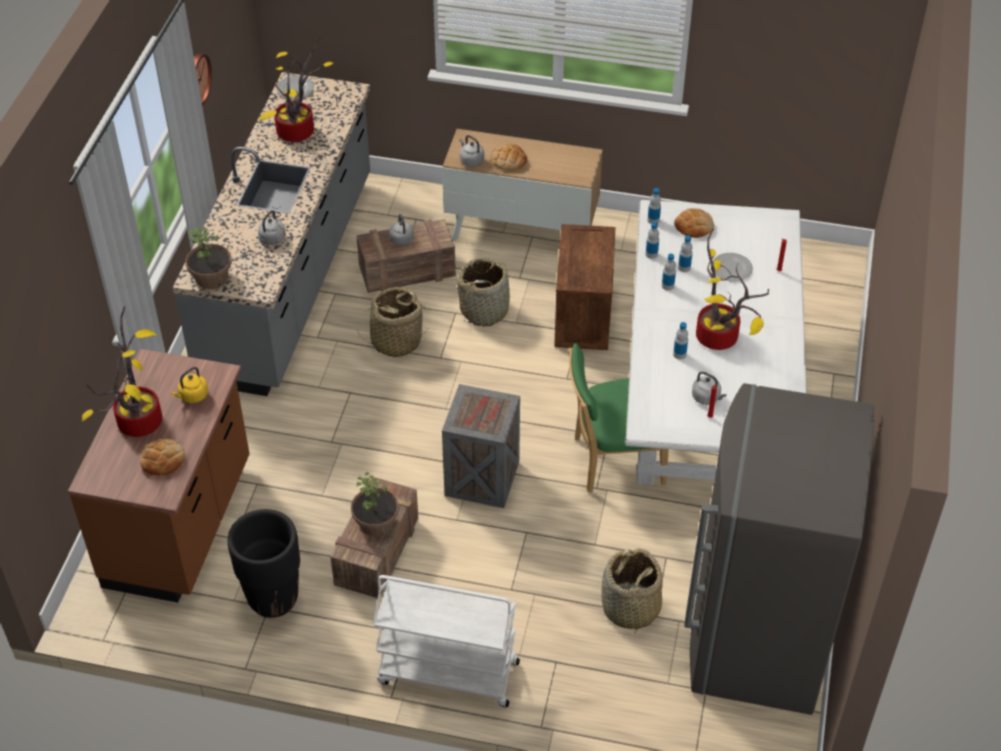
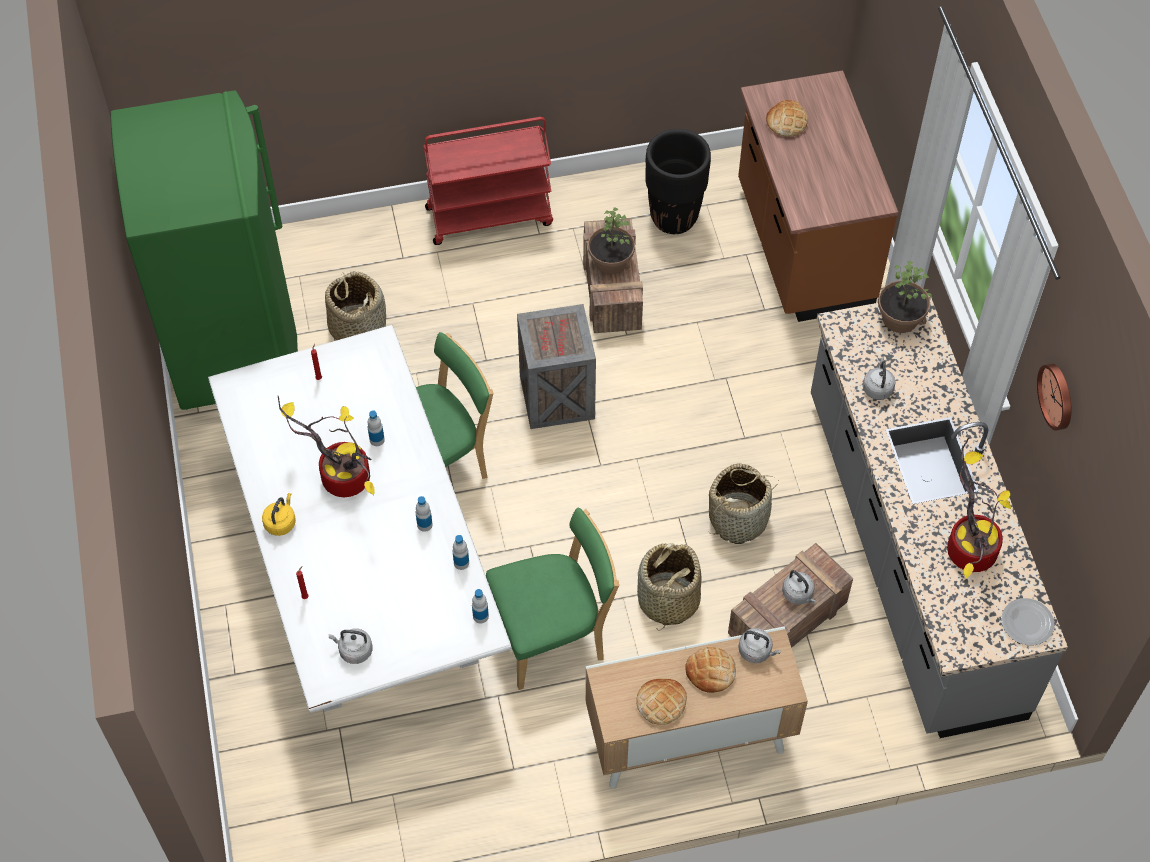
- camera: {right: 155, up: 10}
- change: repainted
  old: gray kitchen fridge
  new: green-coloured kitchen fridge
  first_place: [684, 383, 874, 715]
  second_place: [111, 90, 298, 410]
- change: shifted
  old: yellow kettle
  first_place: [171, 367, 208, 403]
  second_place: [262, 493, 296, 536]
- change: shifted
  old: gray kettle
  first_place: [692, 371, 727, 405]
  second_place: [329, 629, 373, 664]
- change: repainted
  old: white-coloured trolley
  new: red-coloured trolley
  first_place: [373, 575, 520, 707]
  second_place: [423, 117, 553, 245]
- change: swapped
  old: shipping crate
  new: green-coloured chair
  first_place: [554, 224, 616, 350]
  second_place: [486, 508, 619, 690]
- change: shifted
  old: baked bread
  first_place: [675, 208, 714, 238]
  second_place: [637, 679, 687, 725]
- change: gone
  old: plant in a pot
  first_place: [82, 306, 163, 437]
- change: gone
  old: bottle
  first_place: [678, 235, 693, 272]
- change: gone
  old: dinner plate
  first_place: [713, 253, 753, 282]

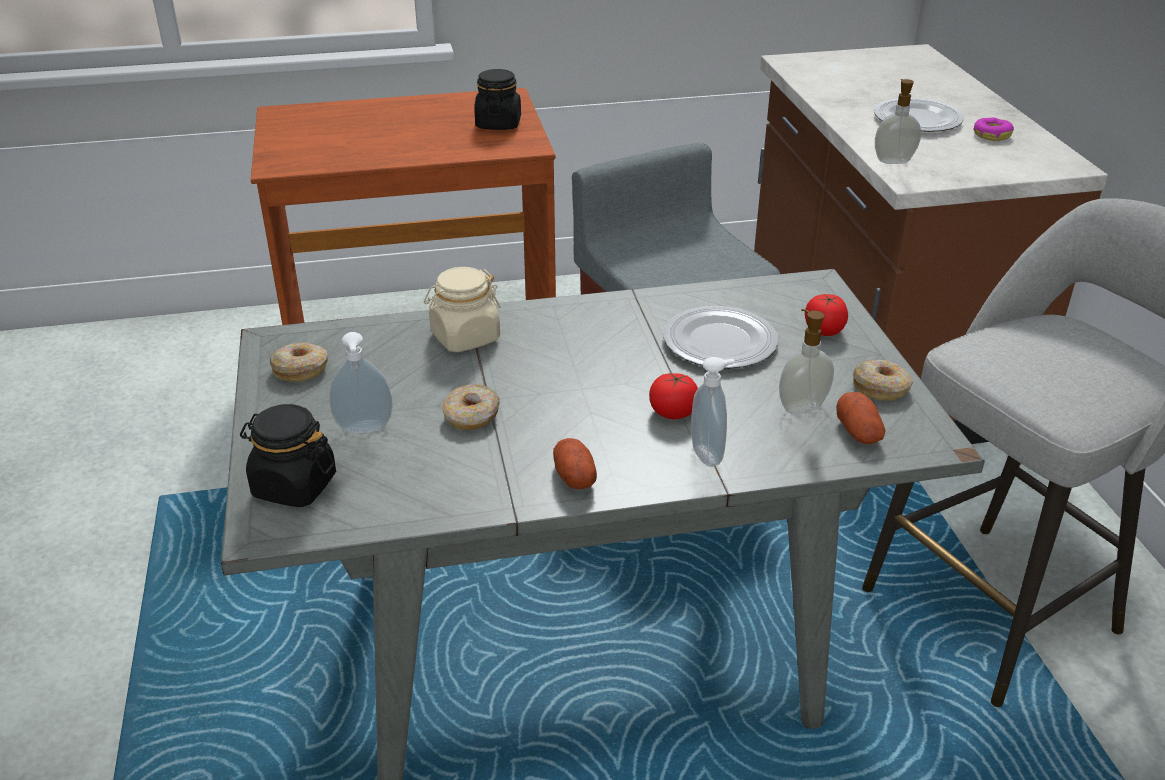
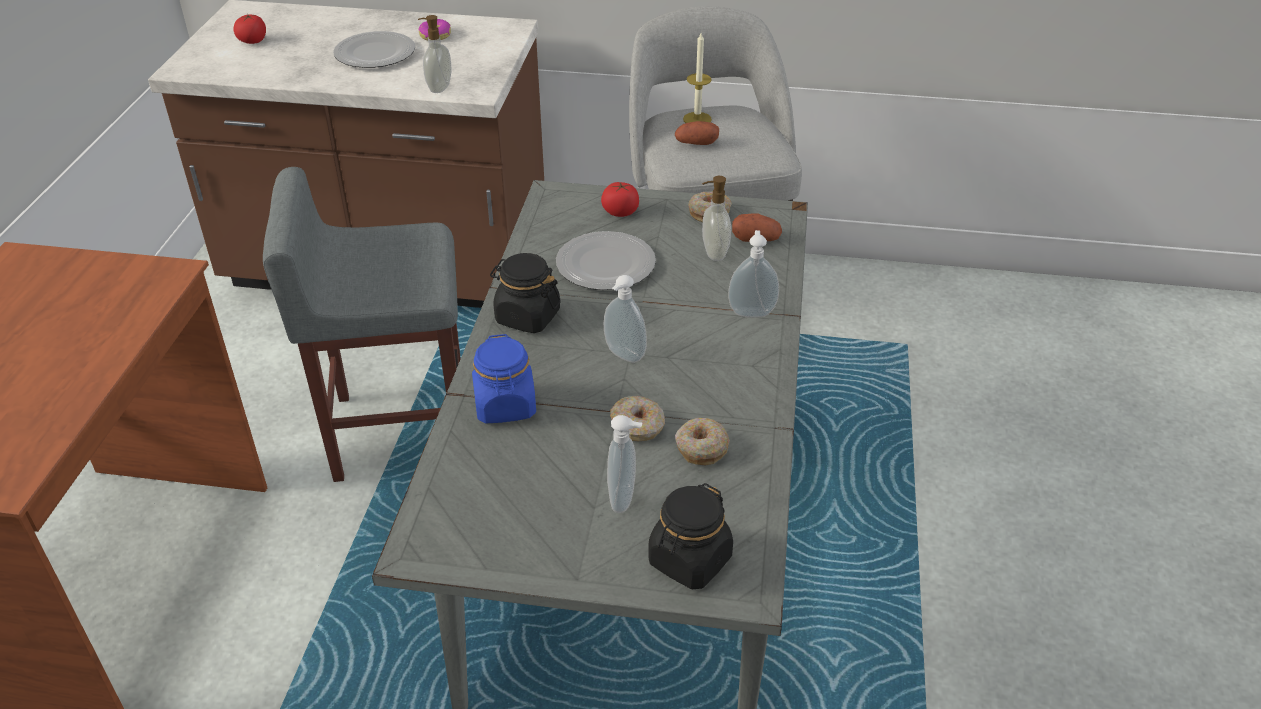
- camera: {right: -70, up: 5}
- change: shifted
  old: whole tomato
  first_place: [649, 373, 698, 419]
  second_place: [234, 14, 266, 44]
- change: repainted
  old: beige preserve jar
  new: blue preserve jar
  first_place: [424, 267, 501, 352]
  second_place: [472, 334, 536, 424]
- change: shifted
  old: blackish preserve jar
  first_place: [474, 69, 521, 130]
  second_place: [490, 253, 561, 333]
- change: new
  new: soap bottle
  second_place: [604, 275, 647, 363]
- change: shifted
  old: spud
  first_place: [553, 438, 597, 489]
  second_place: [675, 121, 719, 145]
- change: shifted
  old: ring doughnut
  first_place: [270, 343, 328, 382]
  second_place: [675, 418, 730, 465]
- change: new
  new: wax candle
  second_place: [683, 33, 712, 123]

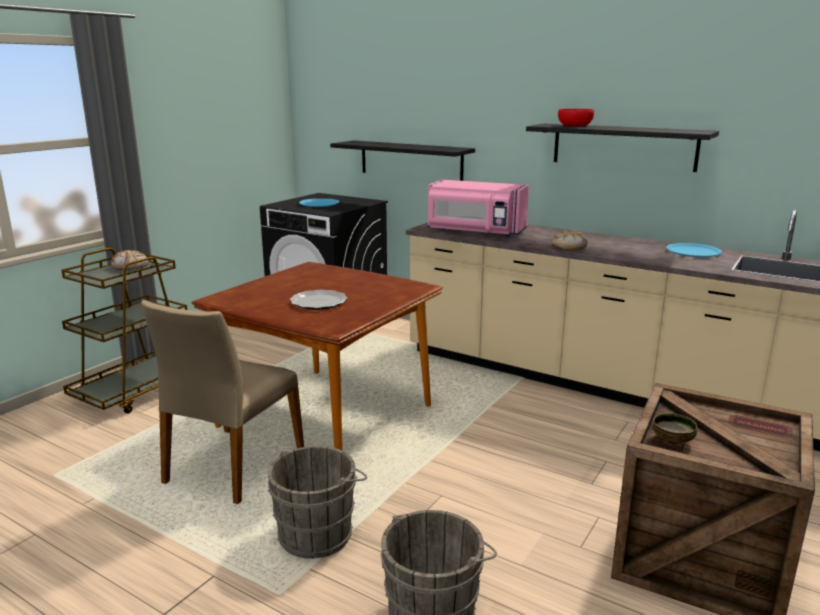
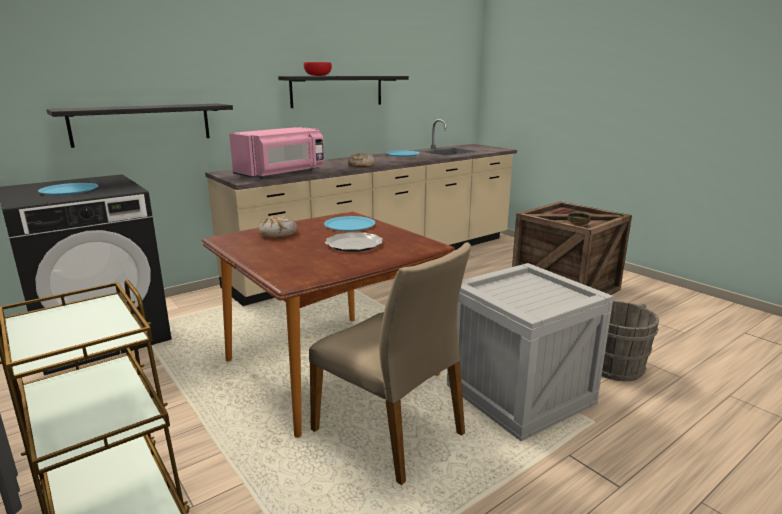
- camera: {right: -70, up: 0}
- change: shifted
  old: baked bread
  first_place: [111, 250, 149, 270]
  second_place: [258, 216, 297, 238]
- change: new
  new: blue dinner plate
  second_place: [324, 216, 375, 231]
- change: swapped
  old: gray bucket
  new: shipping crate
  first_place: [268, 446, 367, 559]
  second_place: [447, 263, 614, 441]

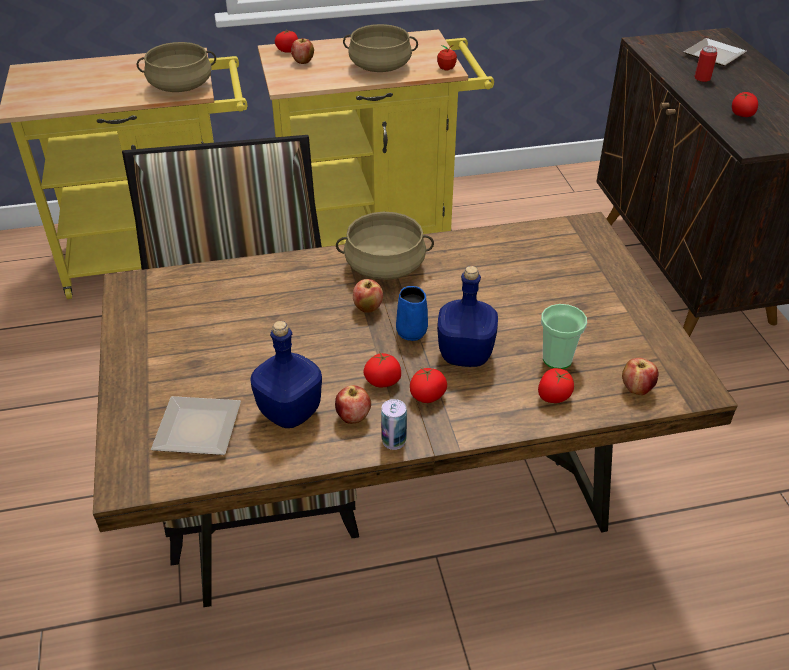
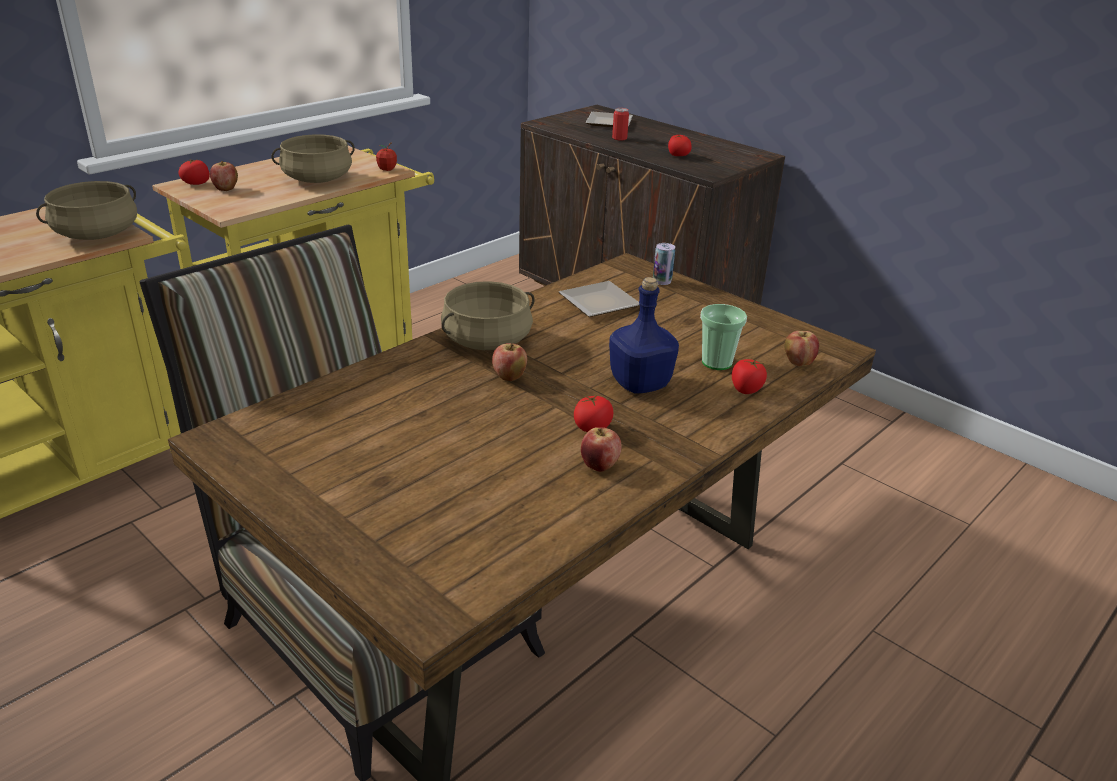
- camera: {right: -35, up: -10}
- change: shifted
  old: dinner plate
  first_place: [151, 396, 241, 455]
  second_place: [559, 281, 640, 317]
- change: shifted
  old: sealed can
  first_place: [381, 399, 407, 450]
  second_place: [653, 243, 675, 285]
- change: gone
  old: blue bottle
  first_place: [250, 321, 322, 428]
- change: gone
  old: blue tea mug
  first_place: [396, 286, 428, 341]
- change: gone
  old: whole tomato
  first_place: [410, 368, 447, 403]

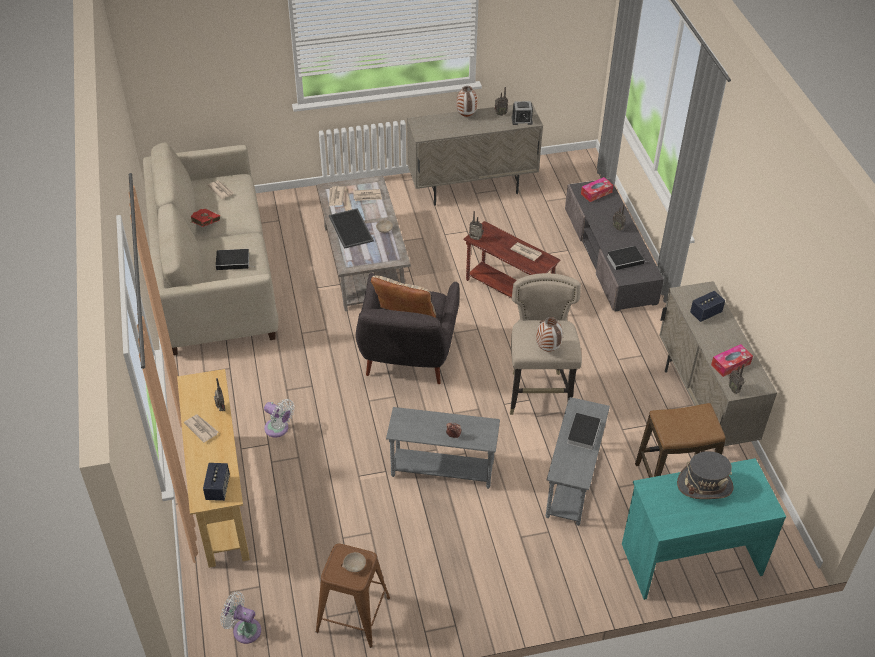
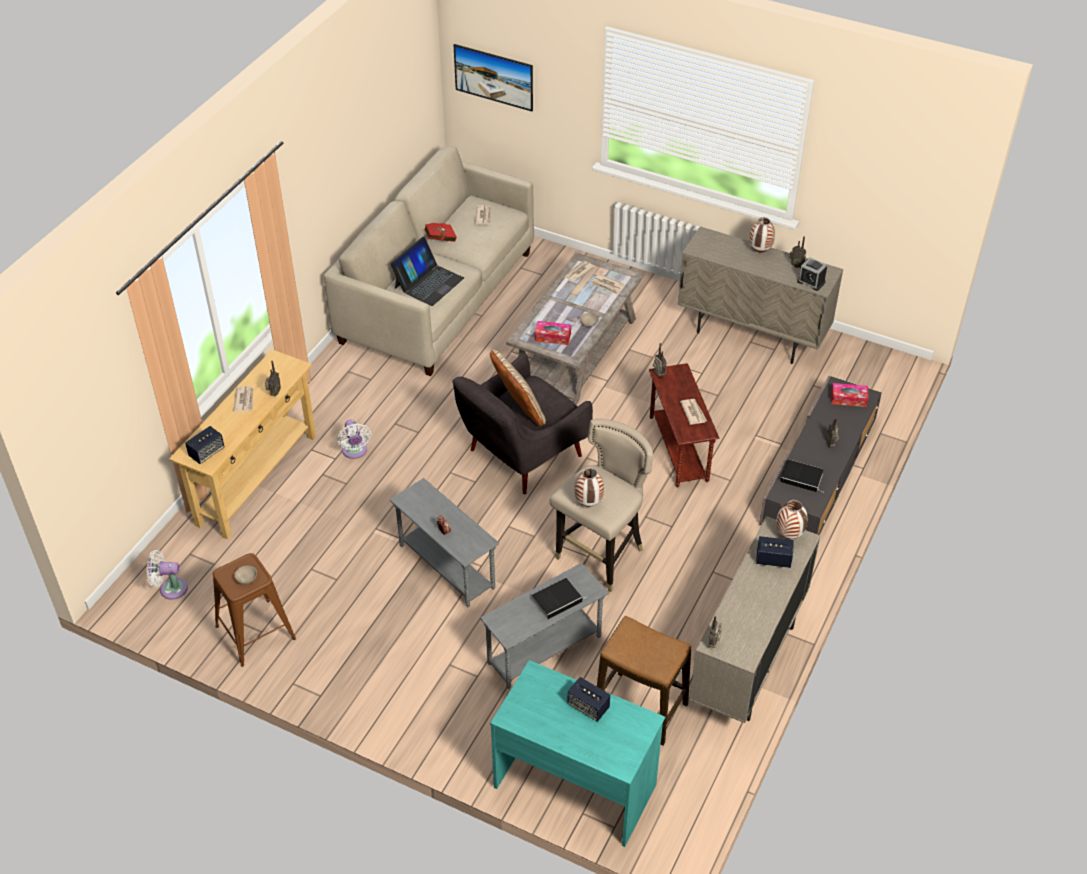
- camera: {right: 40, up: 0}
- change: rotated
  old: white-coloured electric fan
  first_place: [220, 592, 261, 644]
  second_place: [147, 550, 188, 600]
  degrees: -60
- change: swapped
  old: volume
  new: portable computer
  first_place: [216, 249, 255, 270]
  second_place: [390, 236, 464, 306]
- change: new
  new: wall picture
  second_place: [454, 44, 533, 111]
- change: shifted
  old: tissue holder
  first_place: [711, 344, 753, 377]
  second_place: [535, 321, 571, 345]
- change: swapped
  old: gray hat
  new: audio speaker
  first_place: [677, 451, 734, 499]
  second_place: [568, 677, 610, 721]
- change: new
  new: flower vase
  second_place: [776, 500, 808, 539]
- change: gone
  old: tray
  first_place: [329, 208, 374, 249]

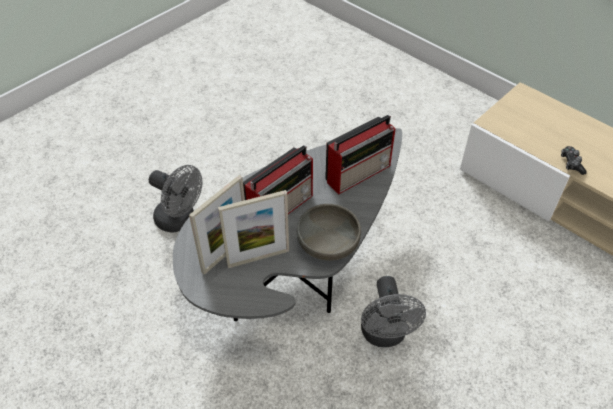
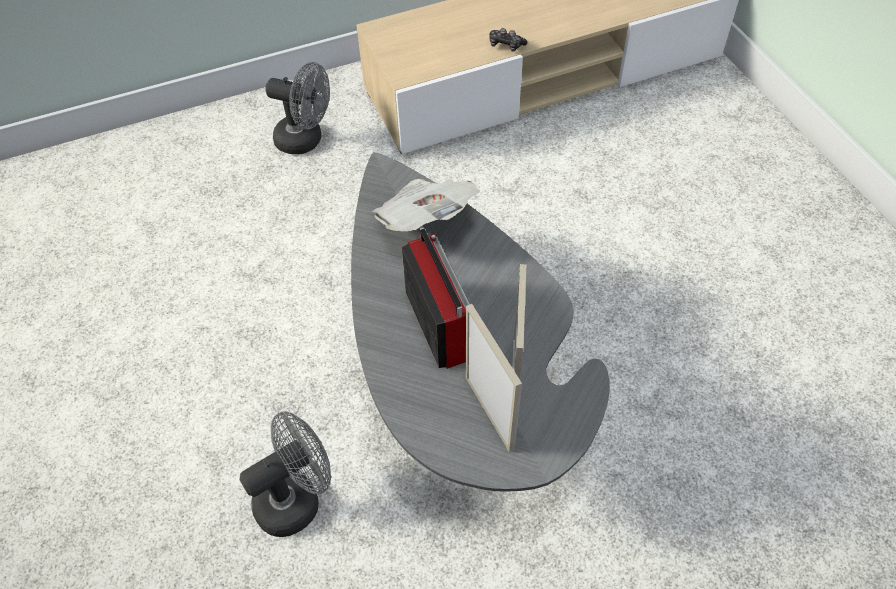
- camera: {right: -65, up: 5}
- change: shifted
  old: gray electric fan
  first_place: [361, 276, 426, 347]
  second_place: [265, 62, 330, 154]
- change: swapped
  old: radio set
  new: newspaper
  first_place: [325, 115, 395, 194]
  second_place: [372, 179, 481, 231]
- change: gone
  old: gray deep dish
  first_place: [297, 204, 361, 261]

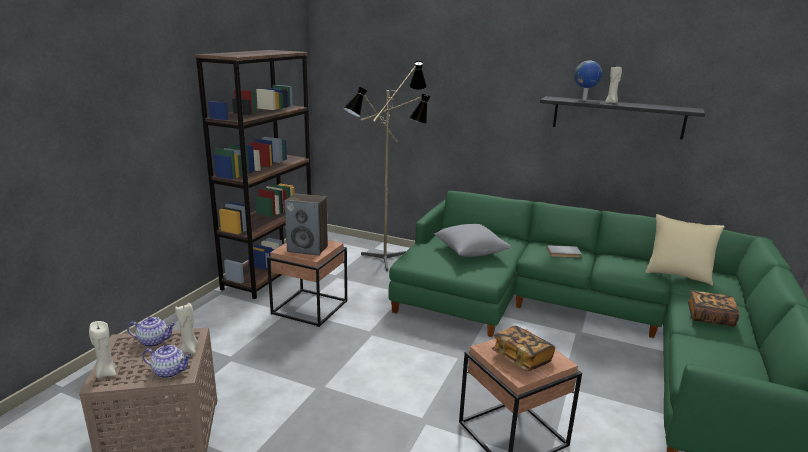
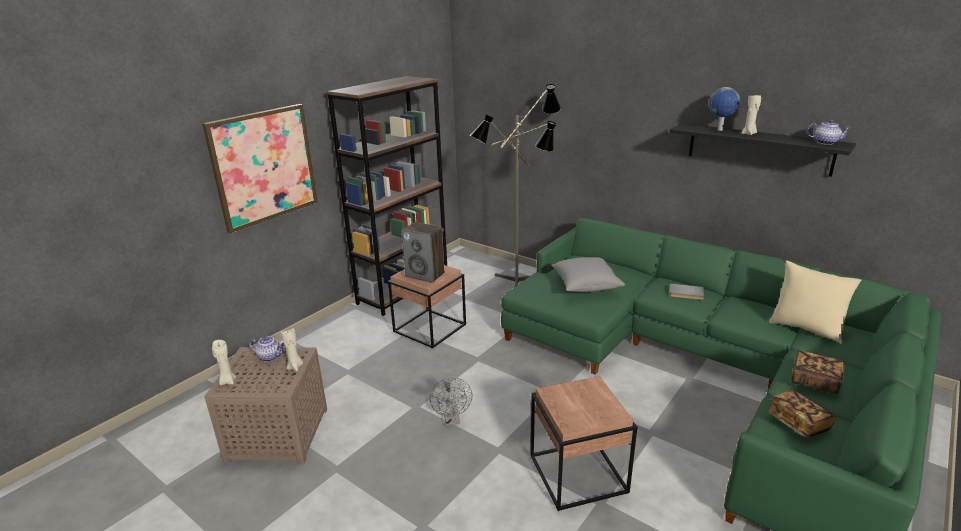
- camera: {right: 15, up: 5}
- change: new
  new: wall picture
  second_place: [202, 104, 318, 233]
- change: new
  new: gray electric fan
  second_place: [430, 378, 472, 426]
- change: shifted
  old: volume
  first_place: [492, 326, 555, 371]
  second_place: [767, 390, 836, 438]
- change: shifted
  old: tea pot
  first_place: [143, 345, 192, 378]
  second_place: [807, 120, 852, 145]

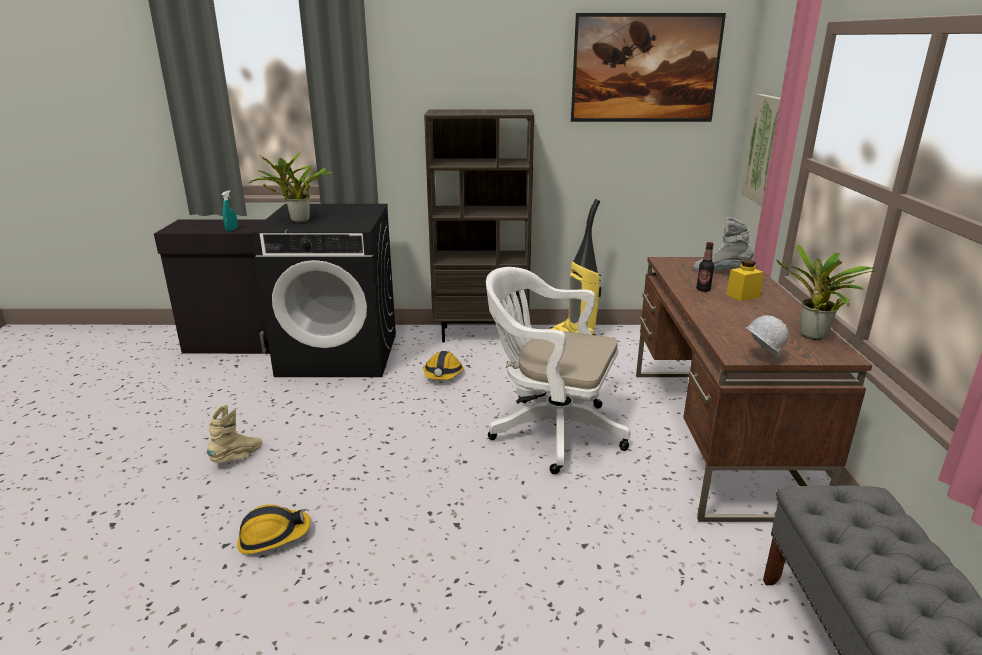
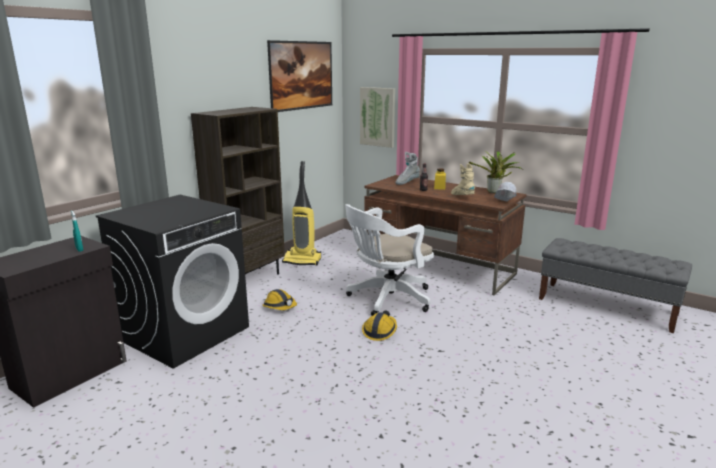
- camera: {right: -55, up: -5}
- change: shifted
  old: work helmet
  first_place: [237, 505, 310, 554]
  second_place: [362, 311, 397, 341]
- change: shifted
  old: beige high-top boot
  first_place: [207, 405, 262, 463]
  second_place: [451, 163, 475, 195]
- change: gone
  old: plant in a pot
  first_place: [248, 152, 332, 223]

